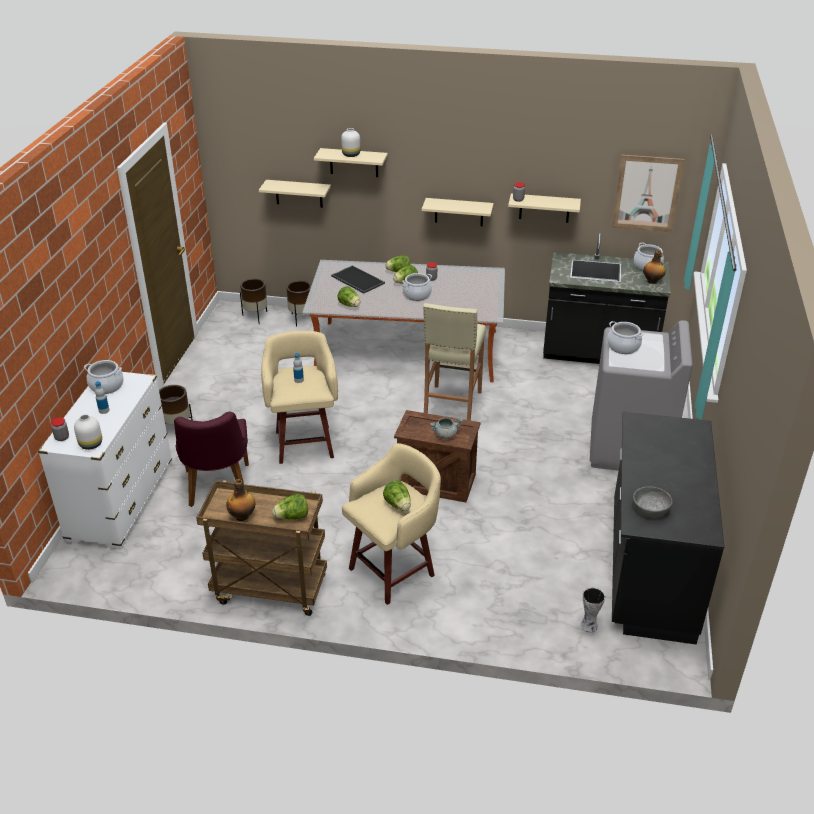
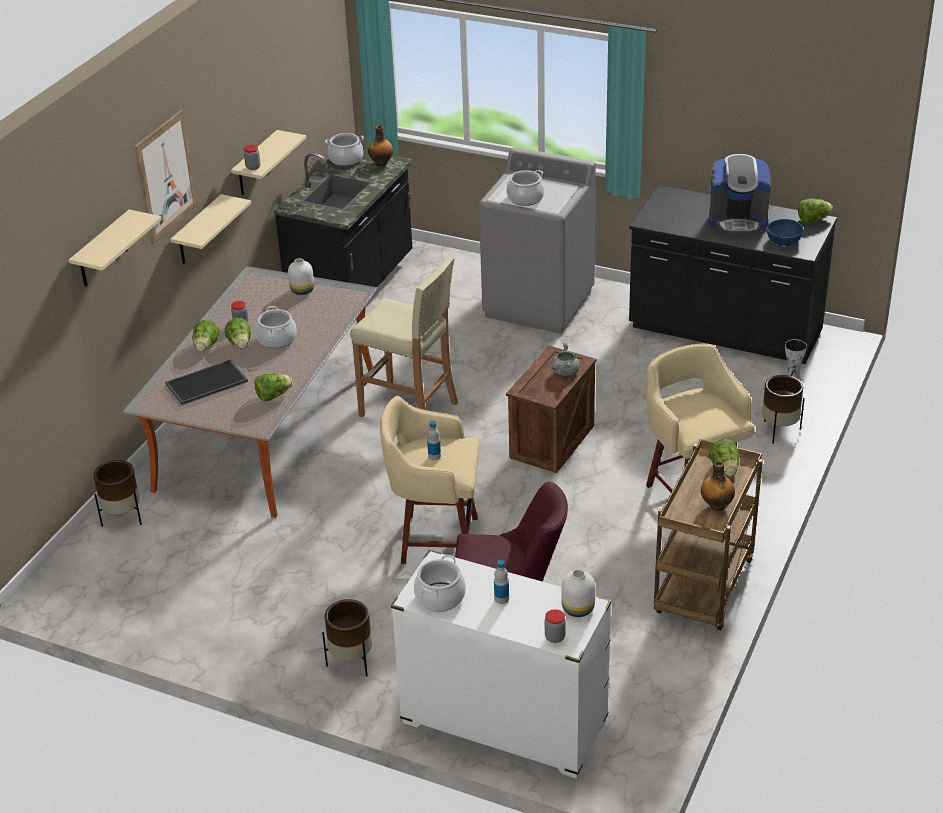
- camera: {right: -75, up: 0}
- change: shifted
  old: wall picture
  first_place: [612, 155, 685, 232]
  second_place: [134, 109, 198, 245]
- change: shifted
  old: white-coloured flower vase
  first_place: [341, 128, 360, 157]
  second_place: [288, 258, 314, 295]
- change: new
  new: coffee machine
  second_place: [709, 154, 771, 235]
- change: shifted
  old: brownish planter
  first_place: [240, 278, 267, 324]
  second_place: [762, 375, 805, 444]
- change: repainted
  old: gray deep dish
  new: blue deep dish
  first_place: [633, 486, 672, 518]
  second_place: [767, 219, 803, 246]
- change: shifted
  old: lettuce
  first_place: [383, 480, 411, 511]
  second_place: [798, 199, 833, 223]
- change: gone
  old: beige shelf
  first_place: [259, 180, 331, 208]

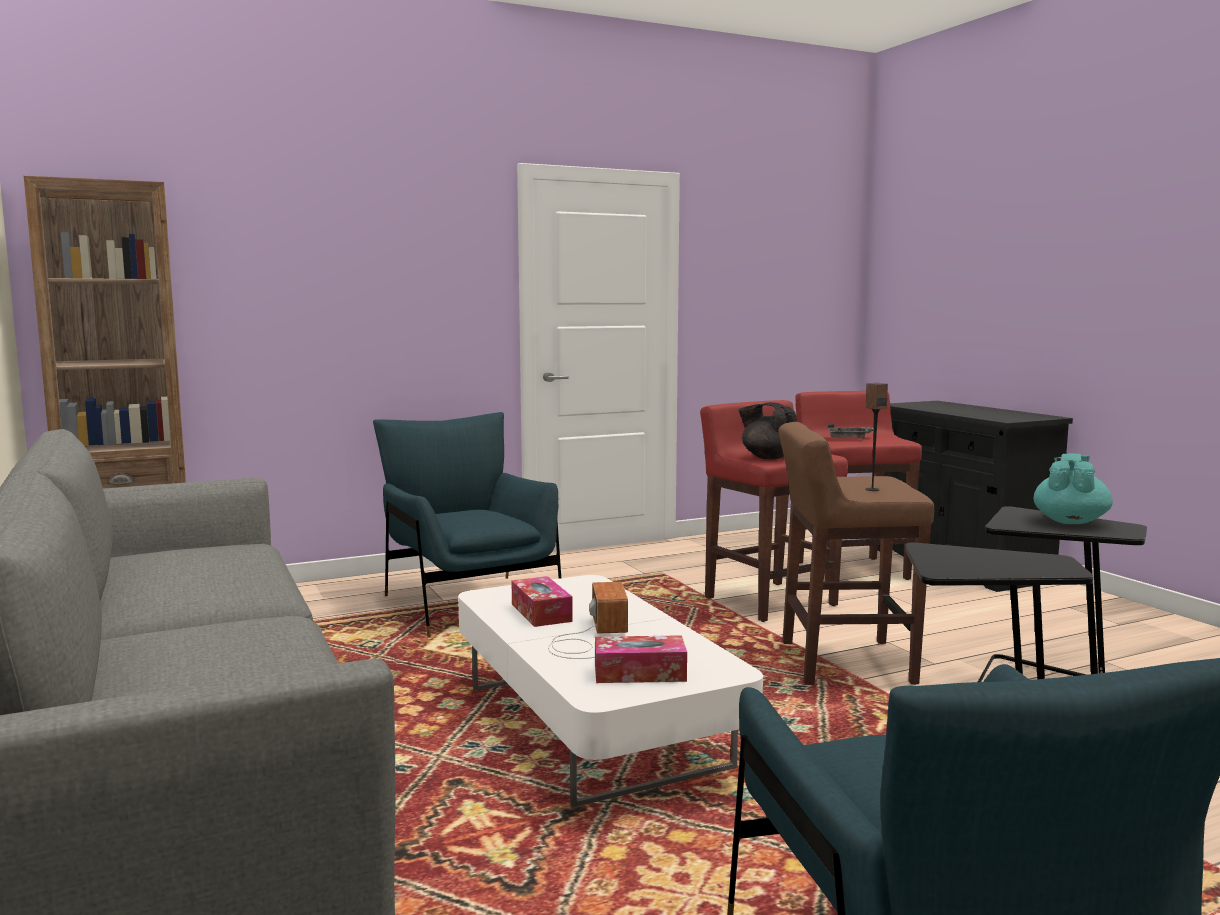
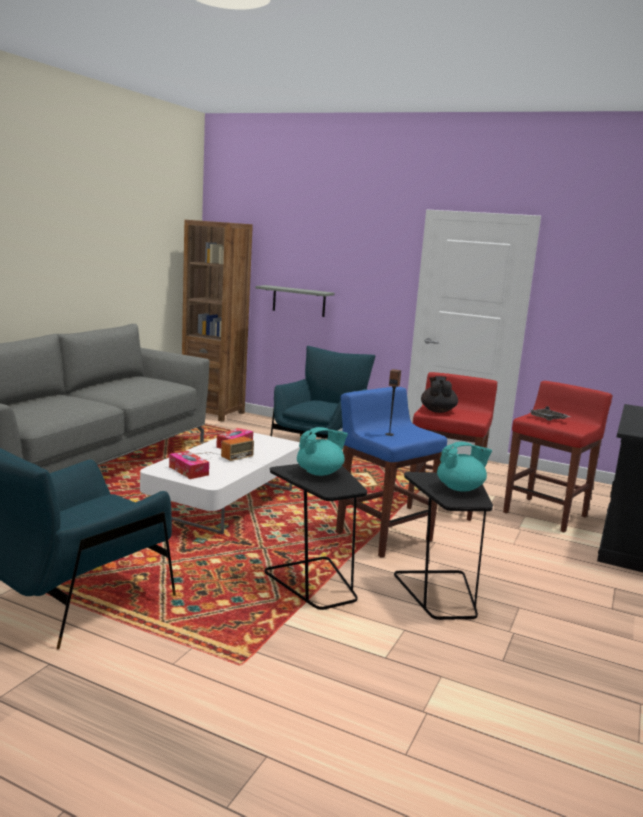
- camera: {right: 50, up: 5}
- change: new
  new: gray shelf
  second_place: [255, 285, 335, 317]
- change: new
  new: turquoise-coloured tea pot
  second_place: [297, 427, 348, 476]
- change: repainted
  old: brownish sitting stool
  new: blue sitting stool
  first_place: [778, 422, 935, 685]
  second_place: [336, 387, 447, 558]

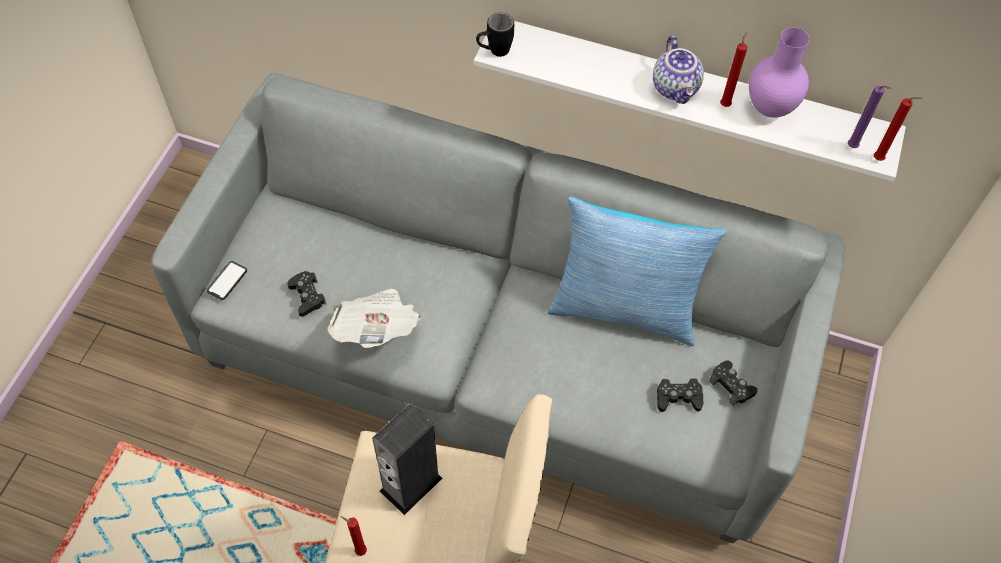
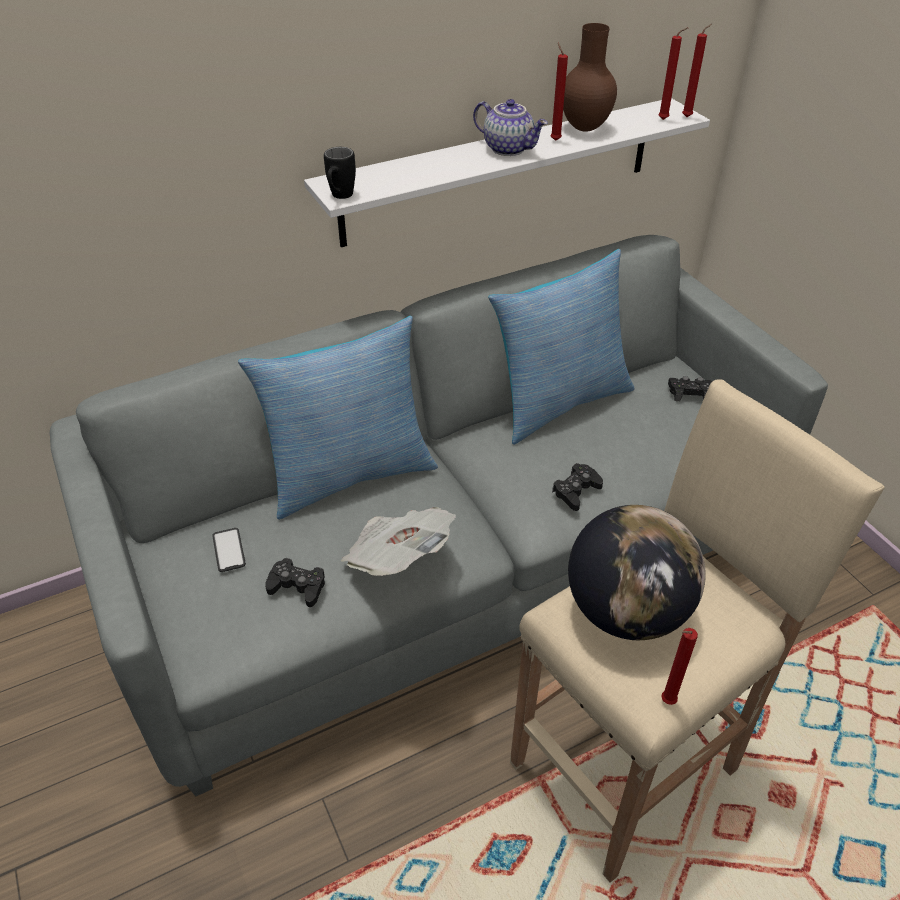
- camera: {right: -45, up: -15}
- change: shifted
  old: telephone
  first_place: [207, 261, 247, 300]
  second_place: [212, 528, 246, 572]
- change: new
  new: pillow
  second_place: [238, 316, 438, 520]
- change: shifted
  old: blackish joypad
  first_place: [657, 378, 704, 412]
  second_place: [552, 463, 603, 511]
- change: repainted
  old: purplish flower vase
  new: brownish flower vase
  first_place: [749, 27, 809, 118]
  second_place: [563, 23, 617, 132]
- change: swapped
  old: audio speaker
  new: world globe
  first_place: [372, 403, 443, 515]
  second_place: [568, 505, 706, 640]
- change: repainted
  old: purplish wax candle
  new: red-coloured wax candle
  first_place: [848, 86, 892, 148]
  second_place: [658, 27, 689, 120]

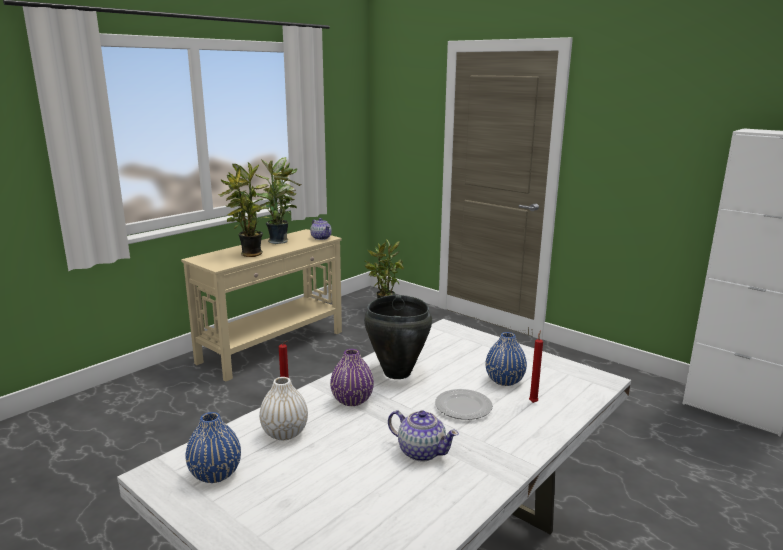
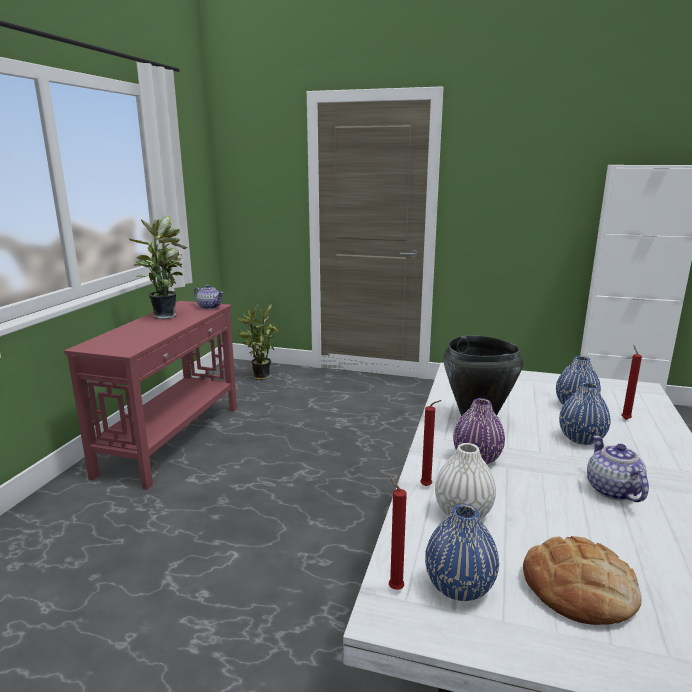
- camera: {right: -25, up: 0}
- change: repainted
  old: beige console table
  new: red-coloured console table
  first_place: [181, 229, 342, 381]
  second_place: [64, 301, 237, 490]
- change: new
  new: red-coloured wax candle
  second_place: [389, 475, 407, 590]
- change: new
  new: baked bread
  second_place: [523, 536, 642, 625]
- change: swapped
  old: dinner plate
  new: blue flower vase
  first_place: [435, 389, 493, 420]
  second_place: [559, 382, 611, 445]
- change: rotated
  old: tea pot
  first_place: [388, 410, 459, 462]
  second_place: [587, 435, 649, 502]
  degrees: -105
- change: gone
  old: plant in a pot
  first_place: [218, 162, 270, 257]

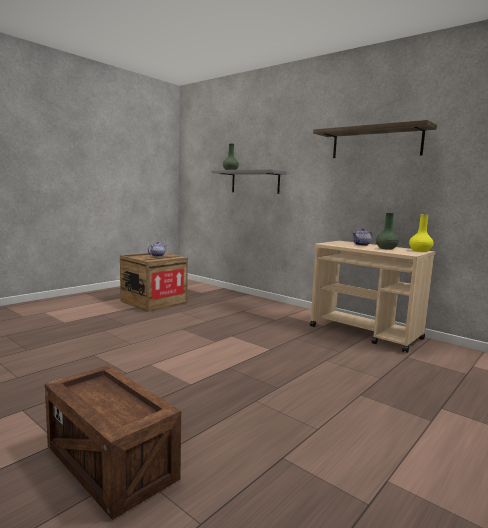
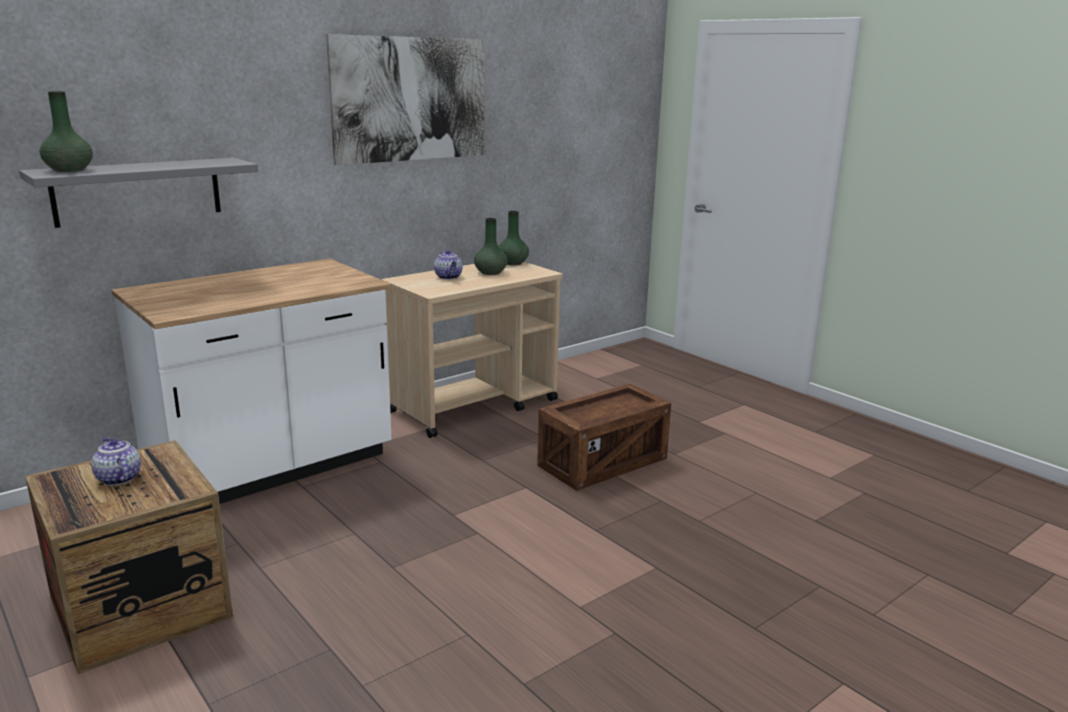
- camera: {right: -80, up: 10}
- change: new
  new: white-coloured counter
  second_place: [111, 259, 392, 504]
- change: swapped
  old: shelf
  new: wall picture
  first_place: [313, 120, 437, 158]
  second_place: [326, 34, 485, 165]
- change: repainted
  old: yellow flower vase
  new: green-coloured flower vase
  first_place: [409, 214, 434, 252]
  second_place: [498, 211, 529, 265]
- change: shifted
  old: shipping crate
  first_place: [45, 365, 181, 520]
  second_place: [537, 384, 671, 491]

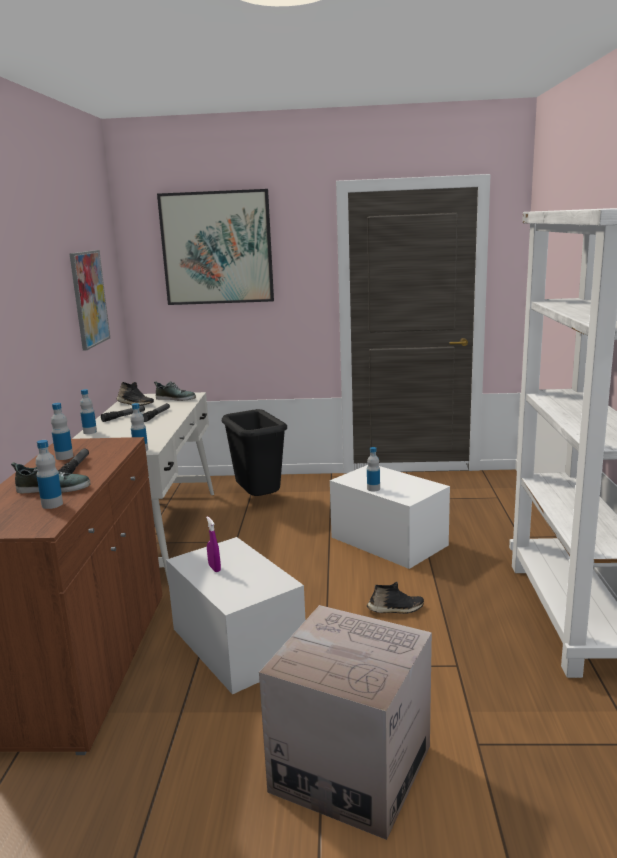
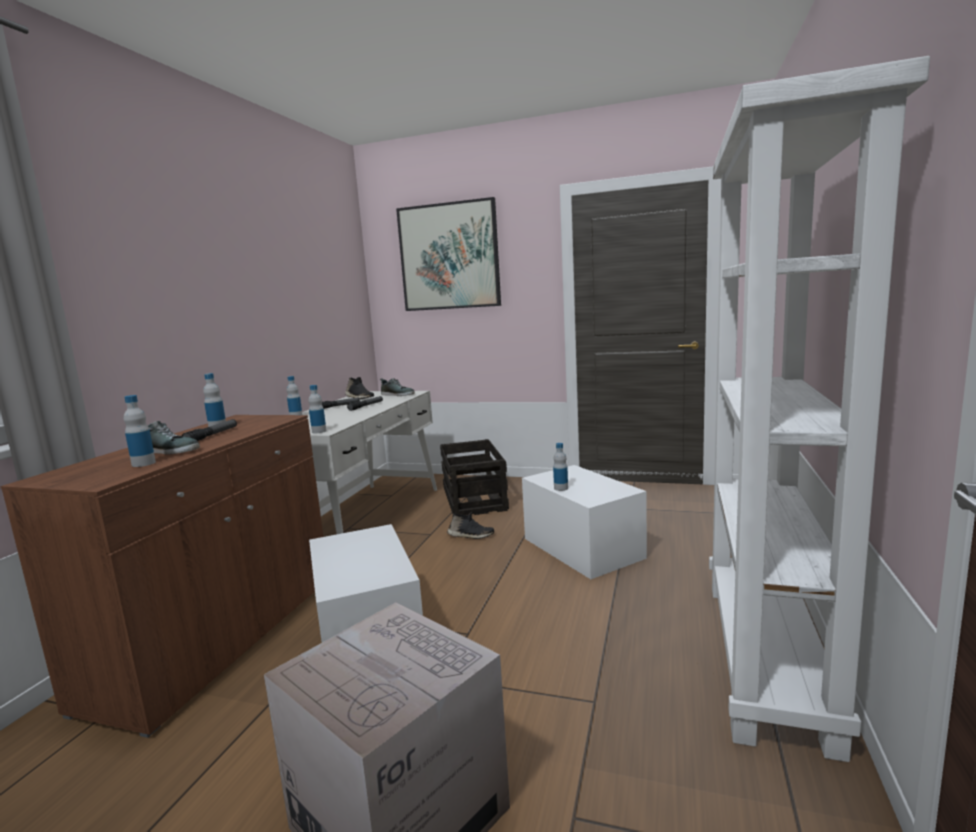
- camera: {right: 15, up: -5}
- change: swapped
  old: blackish waste bin
  new: shipping crate
  first_place: [222, 409, 287, 496]
  second_place: [440, 439, 509, 515]
- change: shifted
  old: blackish low shoe
  first_place: [367, 582, 424, 614]
  second_place: [447, 512, 494, 539]
- change: gone
  old: wall picture
  first_place: [70, 250, 110, 351]
- change: gone
  old: purplish hand sprayer
  first_place: [206, 516, 221, 572]

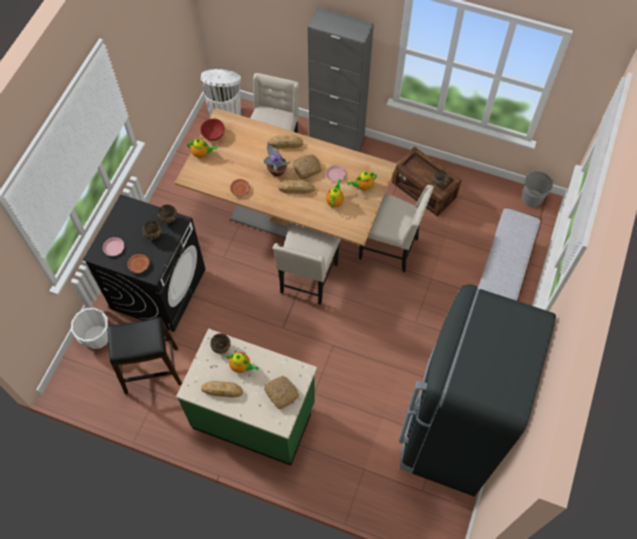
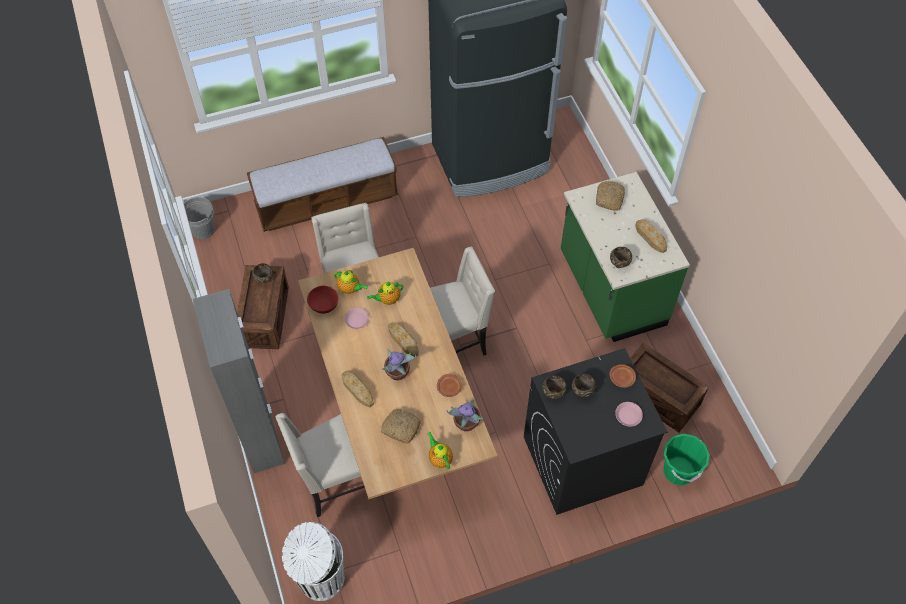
- camera: {right: -130, up: -5}
- change: shifted
  old: red-coloured deep dish
  first_place: [200, 119, 225, 141]
  second_place: [307, 286, 338, 314]
- change: shifted
  old: baked bread
  first_place: [293, 154, 321, 179]
  second_place: [381, 409, 421, 444]
- change: new
  new: plant in a pot
  second_place: [447, 398, 483, 431]
- change: swapped
  old: blackish sitting stool
  new: shipping crate
  first_place: [107, 317, 182, 395]
  second_place: [630, 343, 709, 433]
- change: repainted
  old: white-coloured bucket
  new: green-coloured bucket
  first_place: [71, 308, 108, 349]
  second_place: [663, 434, 710, 486]
- change: gone
  old: tea pot
  first_place: [226, 352, 259, 373]

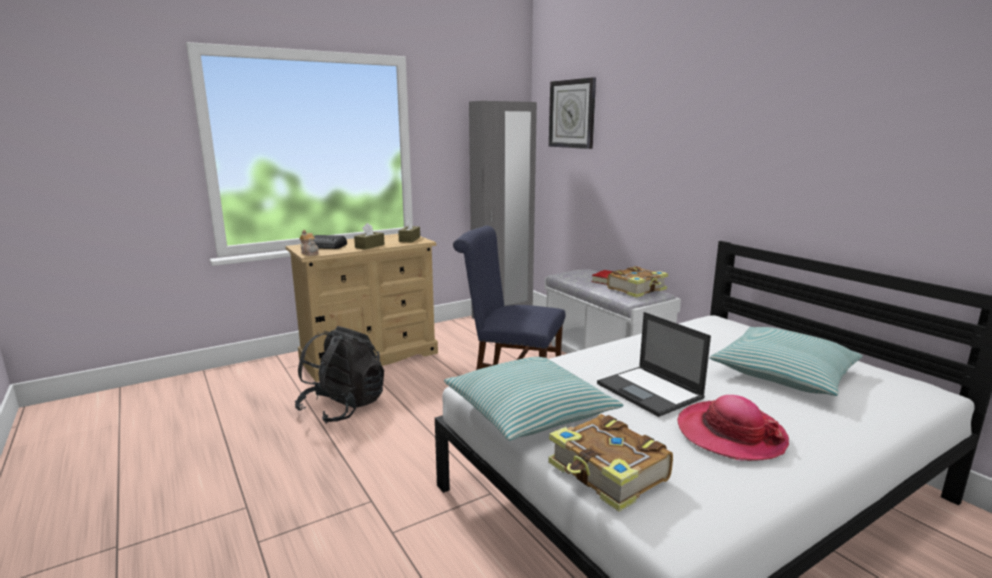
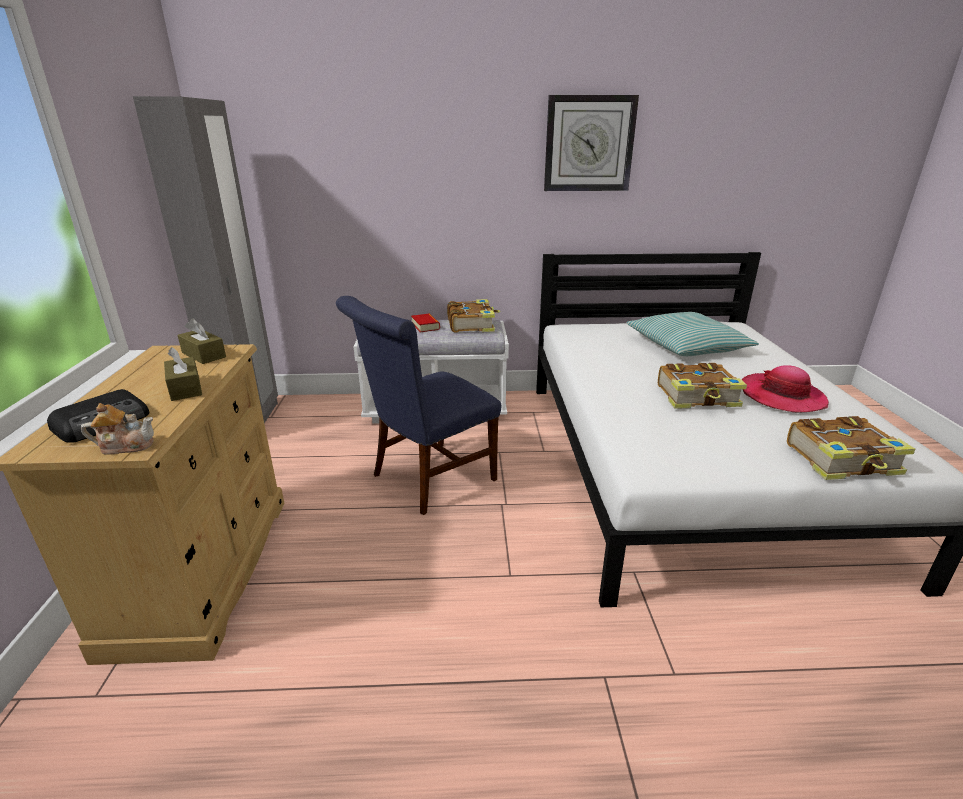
- camera: {right: -60, up: 10}
- change: shifted
  old: wall clock
  first_place: [549, 77, 596, 149]
  second_place: [544, 95, 639, 191]
- change: swapped
  old: portable computer
  new: volume
  first_place: [597, 312, 711, 417]
  second_place: [658, 363, 747, 409]
- change: gone
  old: blackish rucksack
  first_place: [295, 326, 384, 424]
- change: gone
  old: pillow
  first_place: [444, 357, 623, 441]

